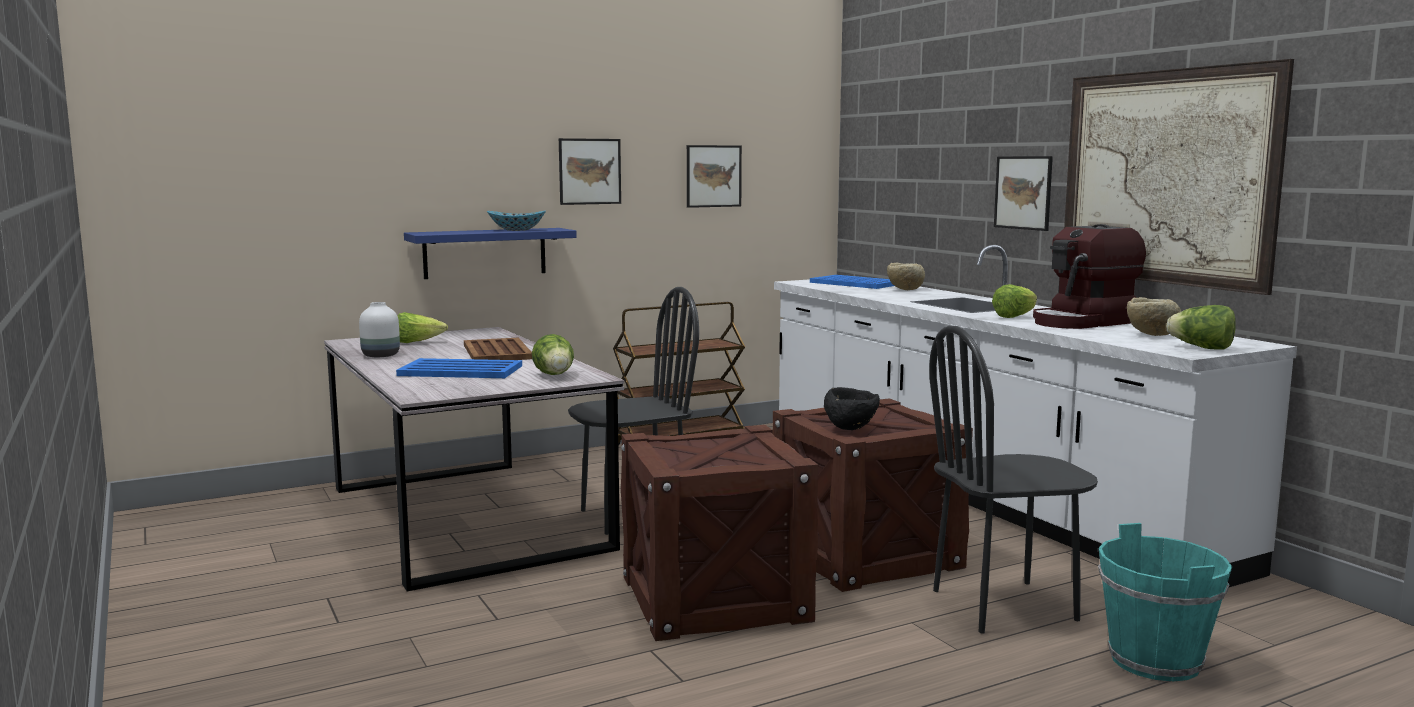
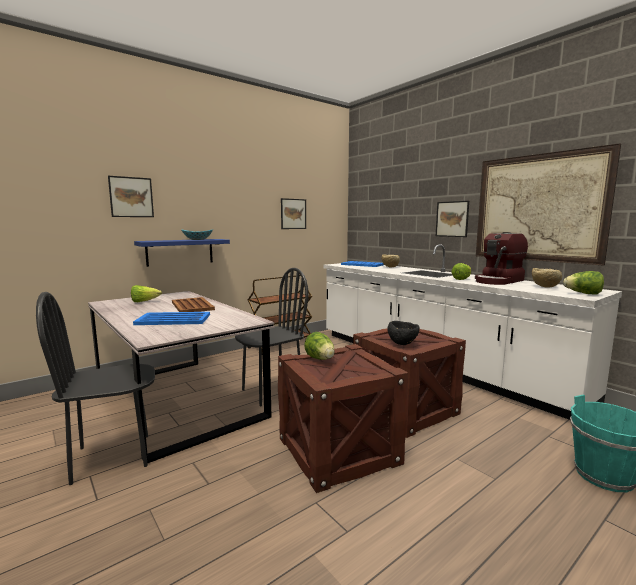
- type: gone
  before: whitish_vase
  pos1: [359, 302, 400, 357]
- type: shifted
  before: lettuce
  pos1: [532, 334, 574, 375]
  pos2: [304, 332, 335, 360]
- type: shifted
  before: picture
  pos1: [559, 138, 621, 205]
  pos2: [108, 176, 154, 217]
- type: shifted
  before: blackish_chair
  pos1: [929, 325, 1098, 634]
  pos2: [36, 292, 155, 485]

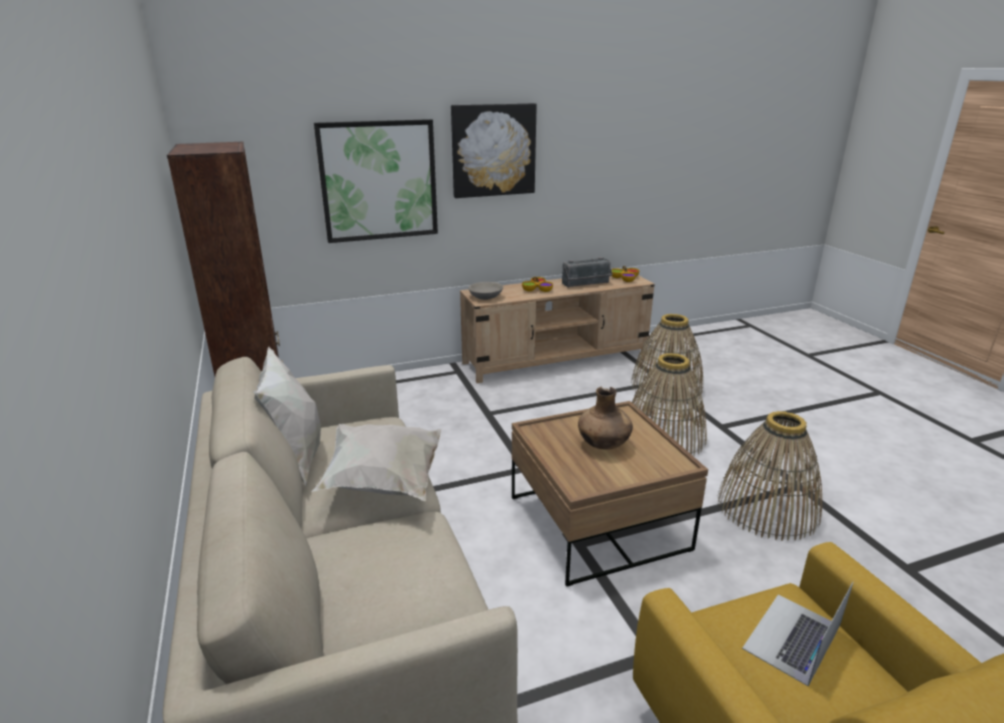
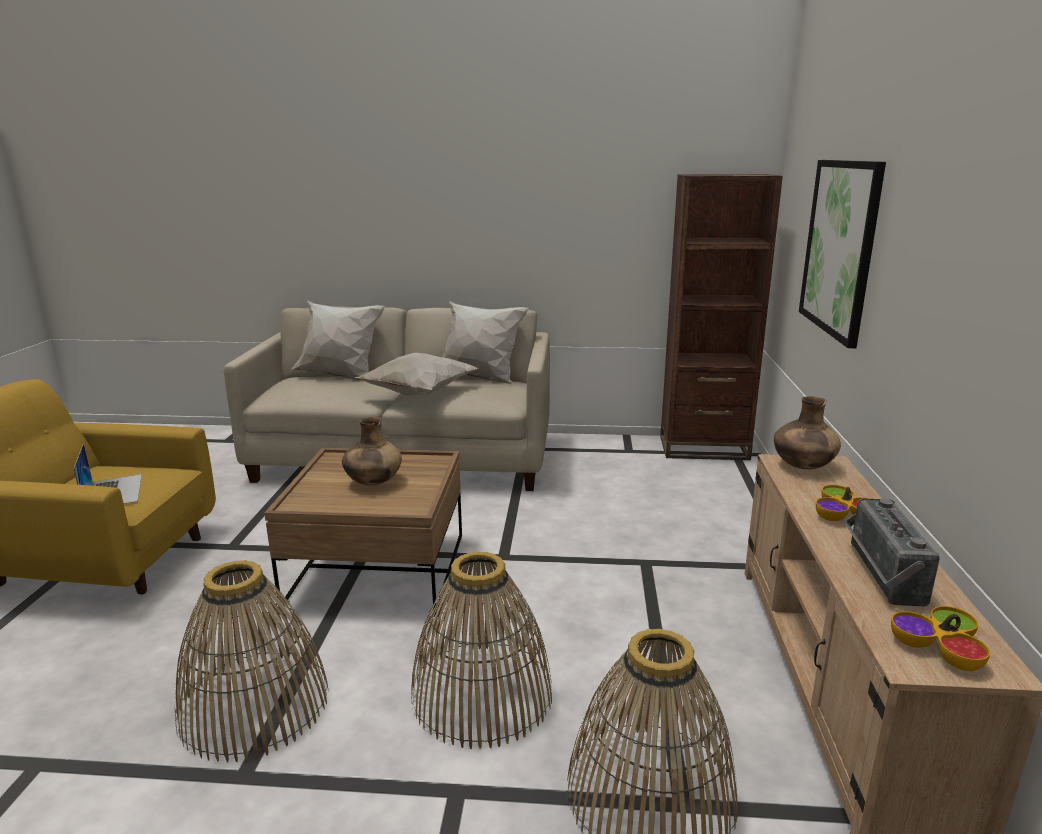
- type: gone
  before: picture
  pos1: [451, 103, 537, 198]
- type: swapped
  before: gray_deep_dish
  after: brown-coloured_vase
  pos1: [468, 282, 504, 300]
  pos2: [774, 396, 841, 469]
- type: new
  after: whitish_cushion
  pos2: [291, 300, 385, 381]

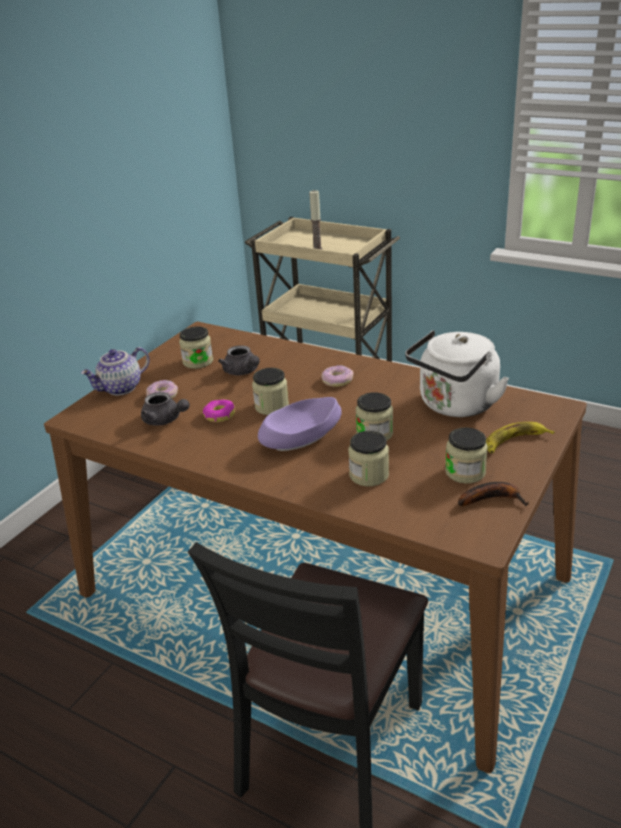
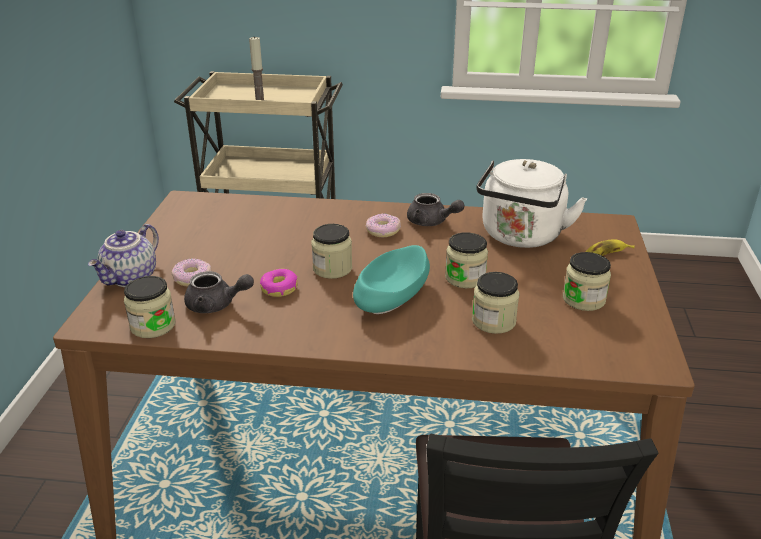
- type: shifted
  before: storage_jar
  pos1: [179, 326, 213, 369]
  pos2: [124, 276, 175, 338]
- type: shifted
  before: gray_pot_for_tea
  pos1: [218, 345, 260, 375]
  pos2: [407, 193, 465, 226]
- type: repainted
  before: purplish_deep_dish
  after: blue-green_deep_dish
  pos1: [258, 397, 342, 451]
  pos2: [353, 245, 430, 314]
- type: gone
  before: whole_banana
  pos1: [458, 482, 529, 506]

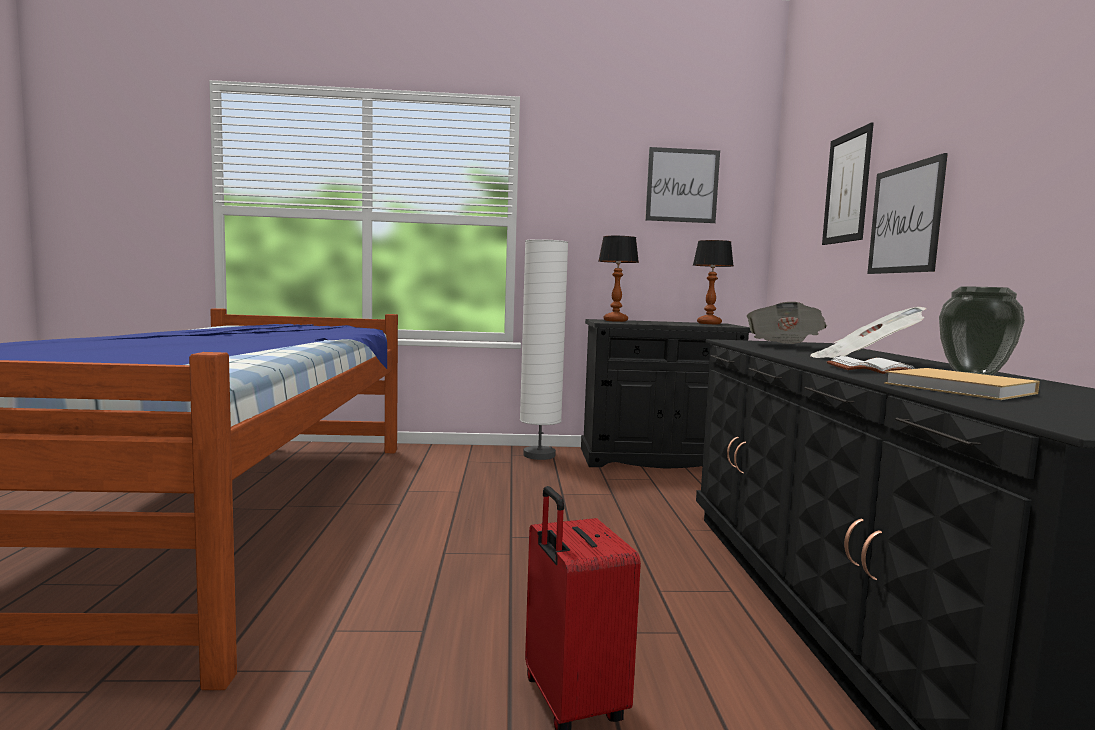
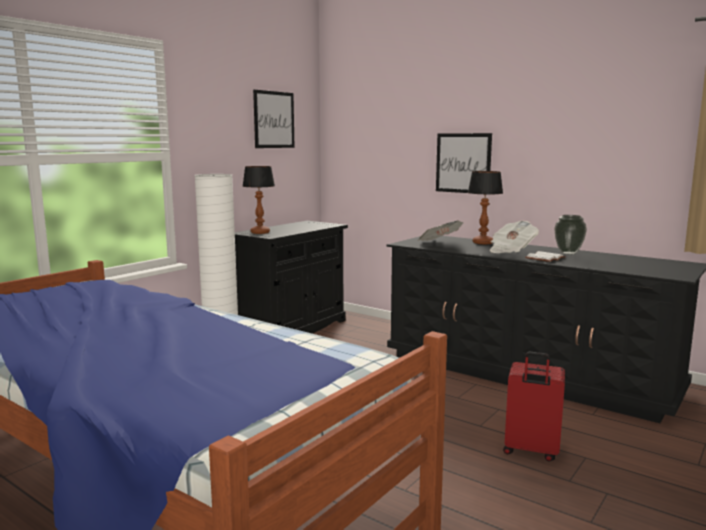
- type: shifted
  before: tabletop_lamp
  pos1: [693, 240, 733, 324]
  pos2: [468, 171, 503, 244]
- type: gone
  before: picture
  pos1: [822, 122, 874, 245]
- type: gone
  before: beige_bound_book
  pos1: [884, 368, 1040, 400]

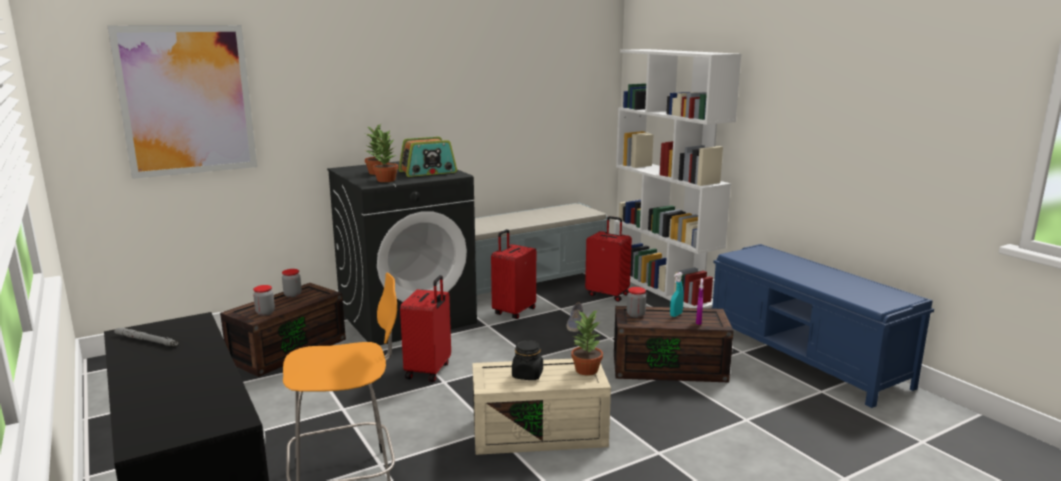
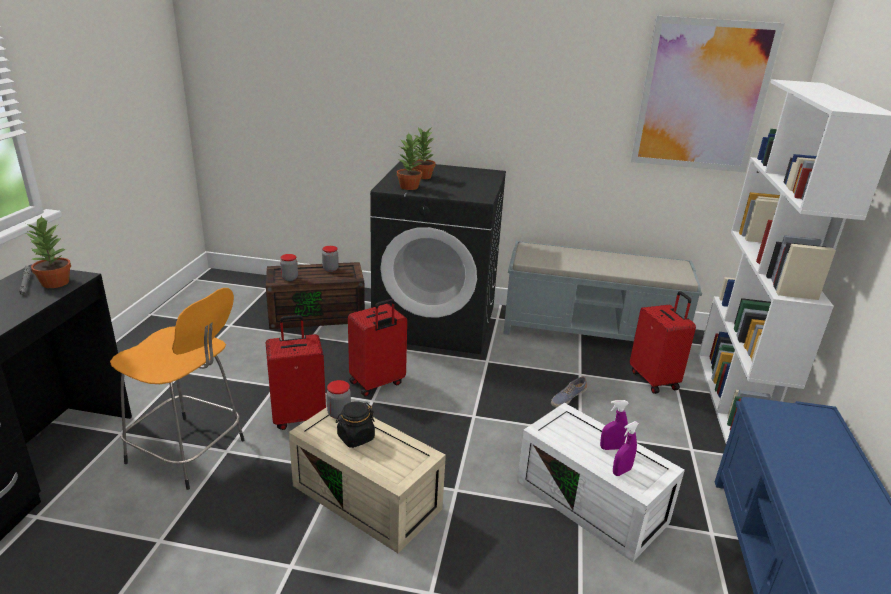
- type: shifted
  before: picture
  pos1: [107, 25, 257, 179]
  pos2: [631, 16, 785, 173]
- type: gone
  before: radio
  pos1: [398, 137, 457, 177]
- type: shifted
  before: red-coloured_suitcase
  pos1: [491, 229, 536, 319]
  pos2: [266, 315, 326, 430]
- type: shifted
  before: houseplant
  pos1: [571, 310, 603, 375]
  pos2: [26, 215, 71, 288]
- type: repainted
  before: brown-coloured_storage_container
  after: whitish_storage_container
  pos1: [614, 306, 734, 382]
  pos2: [517, 403, 685, 562]
- type: shifted
  before: storage_jar
  pos1: [627, 287, 646, 318]
  pos2: [326, 380, 351, 419]
- type: repainted
  before: blue-green_hand_sprayer
  after: purplish_hand_sprayer
  pos1: [670, 272, 684, 317]
  pos2: [600, 400, 629, 450]

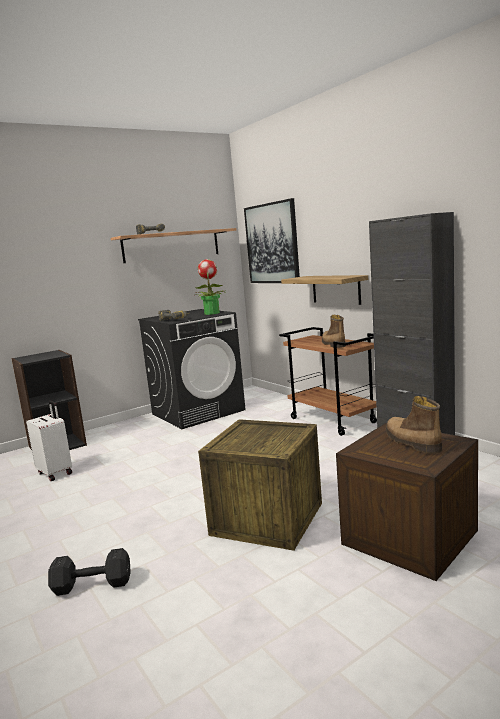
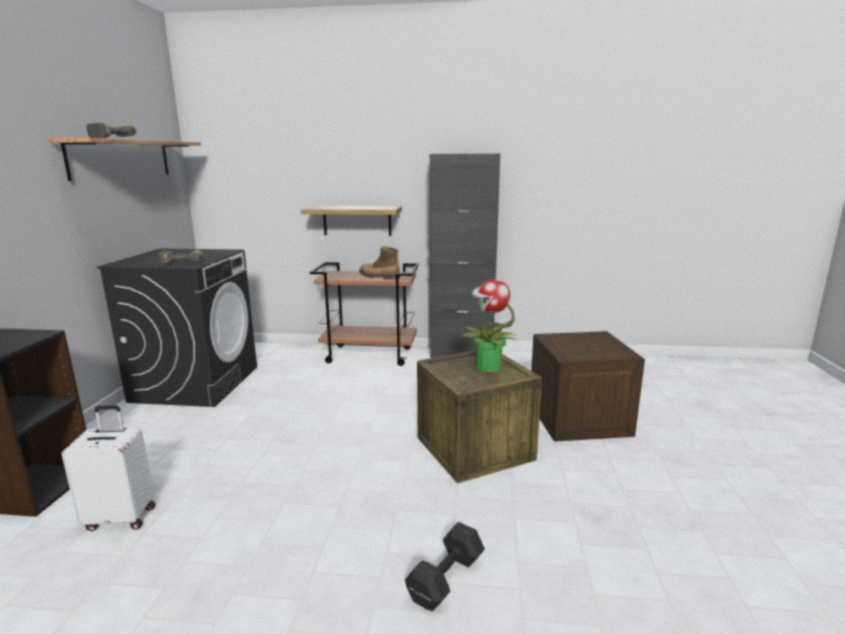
- type: shifted
  before: houseplant
  pos1: [195, 259, 226, 315]
  pos2: [459, 279, 517, 372]
- type: gone
  before: picture
  pos1: [244, 198, 300, 283]
- type: gone
  before: tall_boot
  pos1: [386, 396, 442, 454]

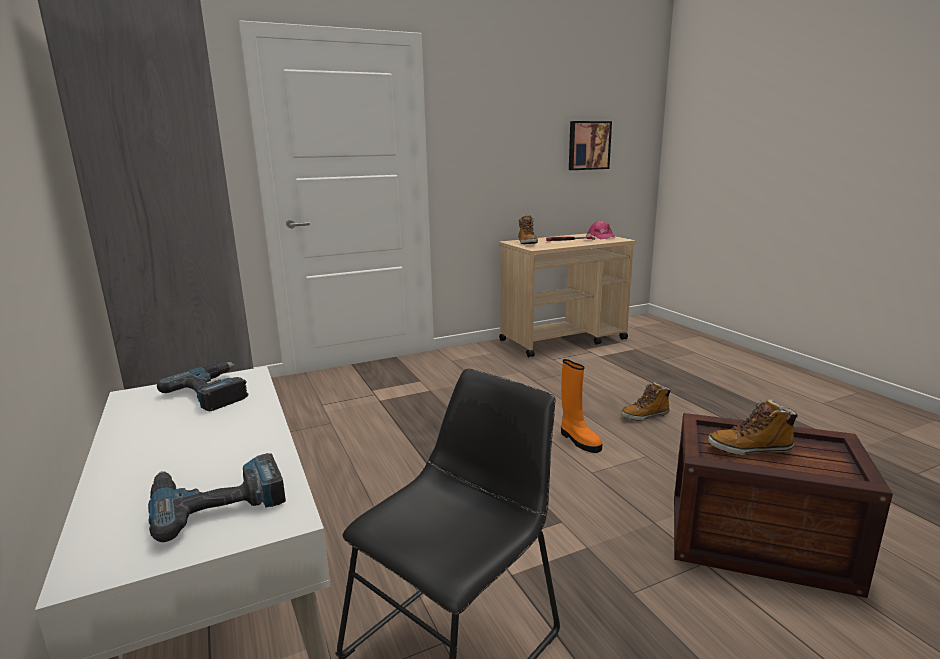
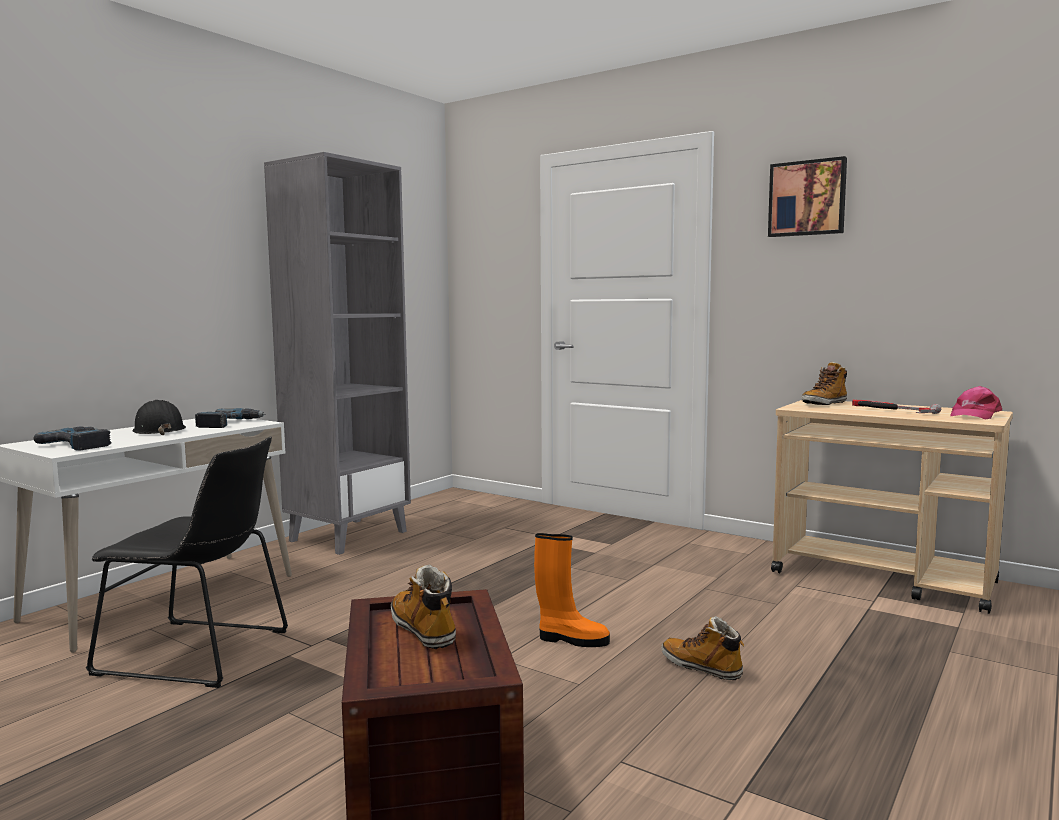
- type: rotated
  before: orange_tall_boot
  pos1: [561, 359, 602, 453]
  pos2: [534, 533, 610, 647]
  turn: -105
- type: shifted
  before: picture
  pos1: [569, 121, 612, 170]
  pos2: [768, 156, 847, 237]
- type: new
  after: blackish_safety_helmet
  pos2: [133, 400, 186, 435]

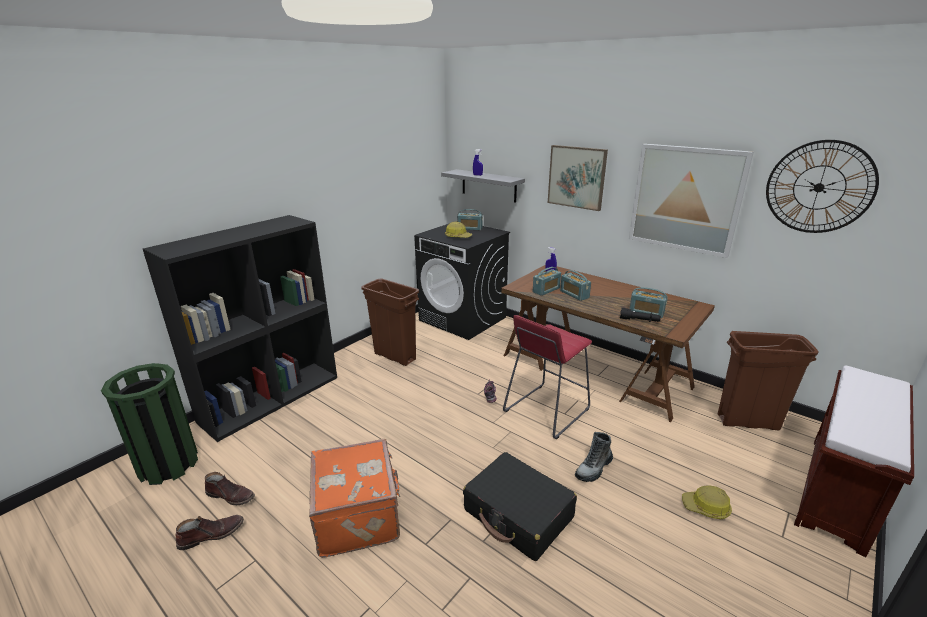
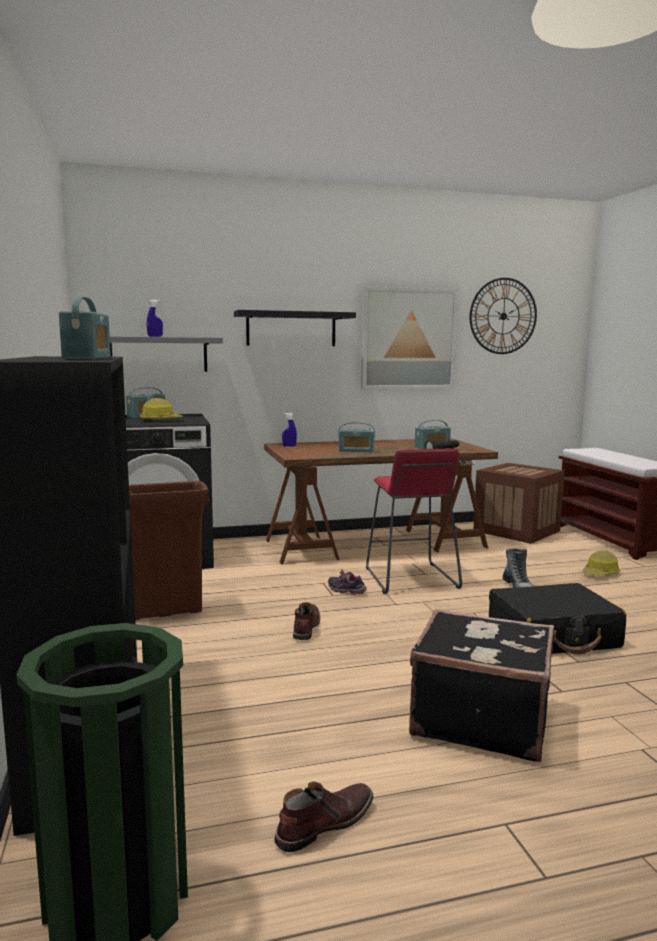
- type: shifted
  before: brown-coloured_tall_boot
  pos1: [176, 515, 244, 550]
  pos2: [293, 602, 320, 640]
- type: repainted
  before: orange_suitcase
  after: blackish_suitcase
  pos1: [309, 439, 400, 558]
  pos2: [409, 609, 554, 762]
- type: shifted
  before: radio
  pos1: [533, 267, 561, 296]
  pos2: [59, 297, 111, 359]
- type: swapped
  before: picture
  after: blackish_shelf
  pos1: [548, 145, 608, 211]
  pos2: [234, 310, 356, 346]
- type: swapped
  before: brown-coloured_trash_can
  after: shipping_crate
  pos1: [718, 331, 819, 430]
  pos2: [474, 463, 564, 544]

